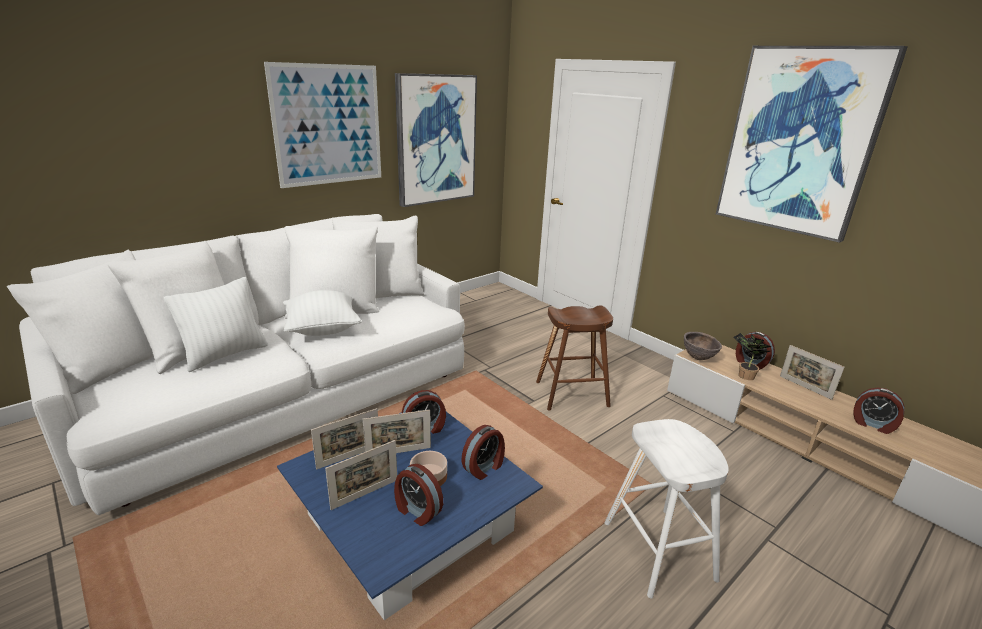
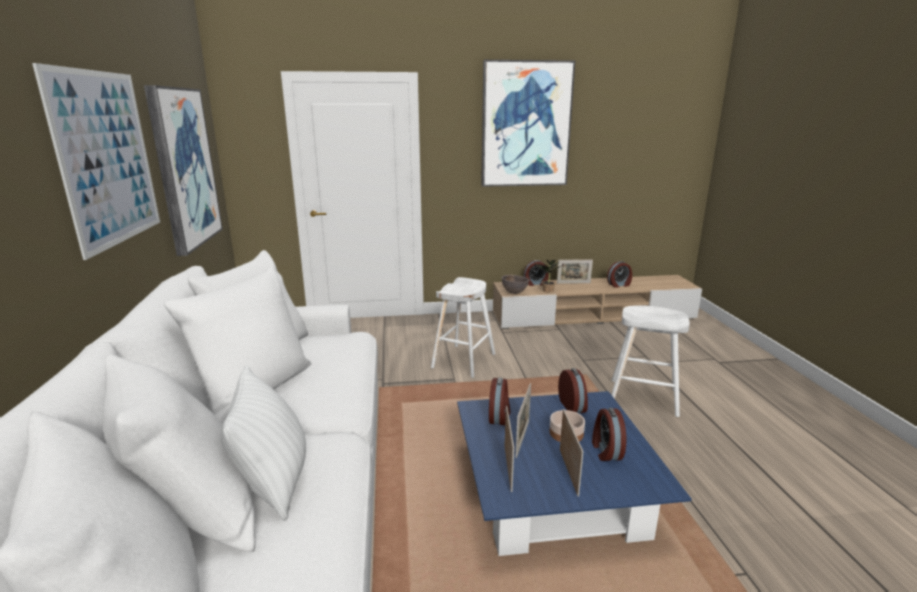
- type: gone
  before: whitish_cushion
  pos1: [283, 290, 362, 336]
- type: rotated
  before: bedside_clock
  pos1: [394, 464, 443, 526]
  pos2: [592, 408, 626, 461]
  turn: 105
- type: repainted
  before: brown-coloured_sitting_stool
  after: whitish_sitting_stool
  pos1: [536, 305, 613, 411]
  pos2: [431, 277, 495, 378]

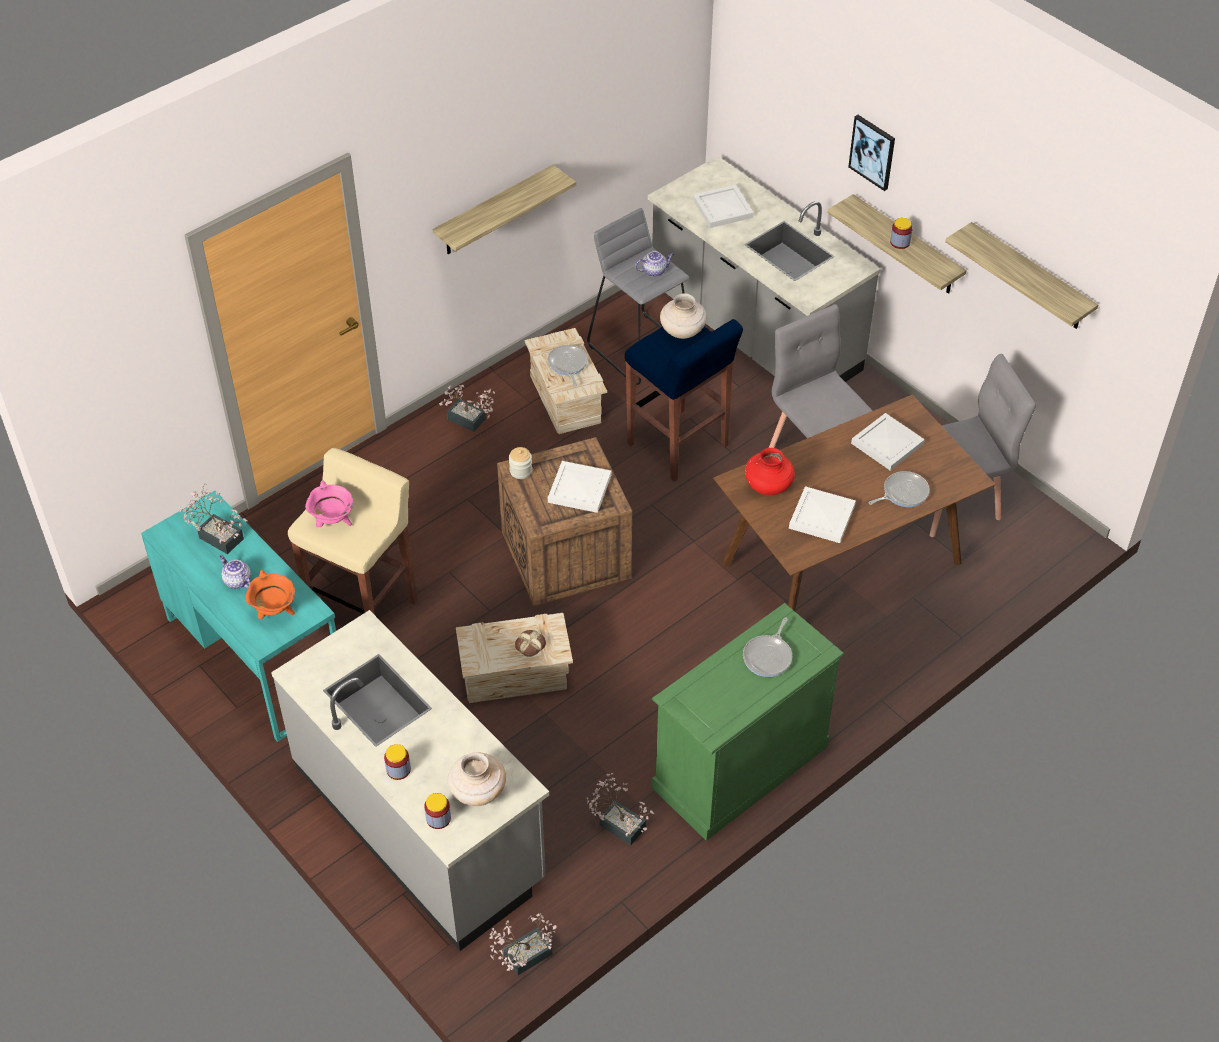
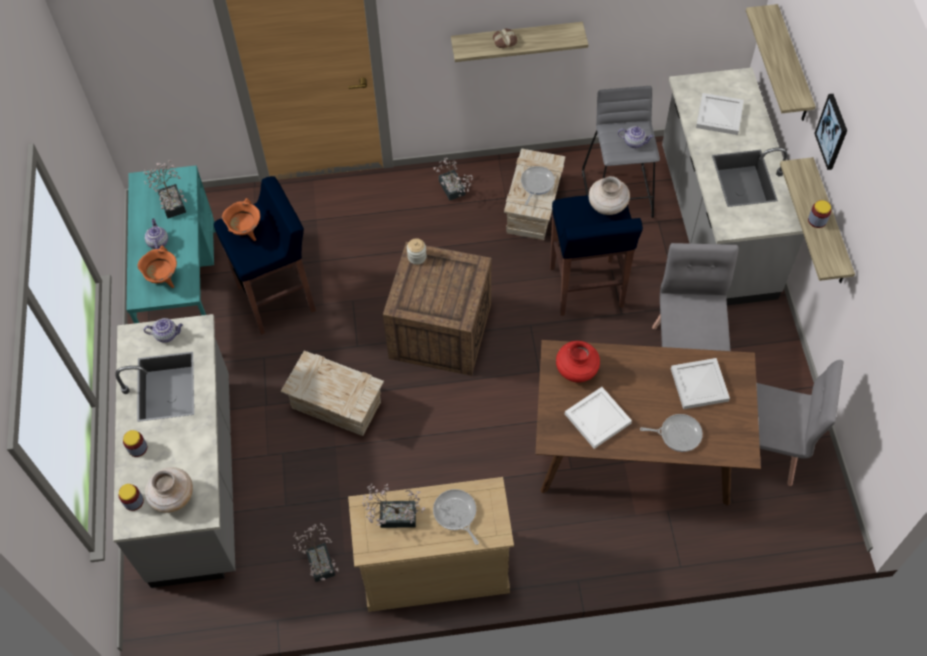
- type: repainted
  before: beige_sitting_stool
  after: bluish_sitting_stool
  pos1: [288, 448, 418, 616]
  pos2: [214, 176, 316, 335]
- type: repainted
  before: pink_saucepot
  after: orange_saucepot
  pos1: [305, 481, 353, 528]
  pos2: [222, 198, 260, 241]
- type: shifted
  before: houseplant
  pos1: [489, 913, 556, 975]
  pos2: [363, 484, 425, 528]
- type: shifted
  before: baked_bread
  pos1: [515, 630, 546, 657]
  pos2: [493, 29, 517, 48]
- type: gone
  before: whitish_carrying_tray
  pos1: [548, 461, 611, 513]
- type: repainted
  before: greenish_drawer_chest
  after: beige_drawer_chest
  pos1: [651, 603, 844, 841]
  pos2: [348, 477, 514, 612]
- type: rotated
  before: pan
  pos1: [743, 617, 792, 677]
  pos2: [433, 489, 479, 545]
  turn: 90
- type: shifted
  before: shelf
  pos1: [945, 222, 1098, 329]
  pos2: [746, 4, 816, 121]
- type: new
  after: pot_for_tea
  pos2: [144, 318, 183, 343]

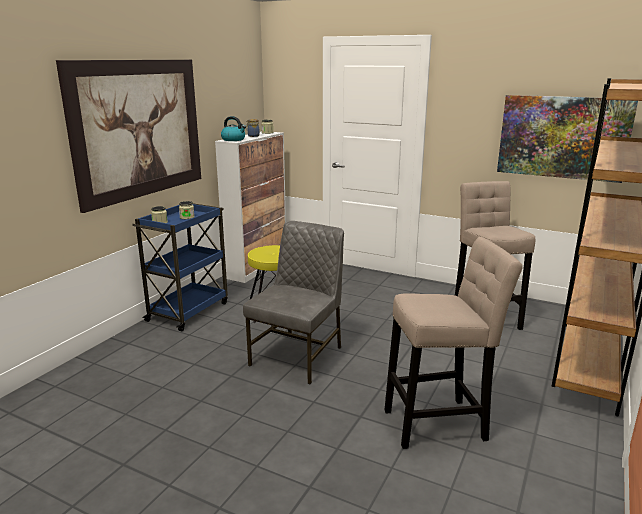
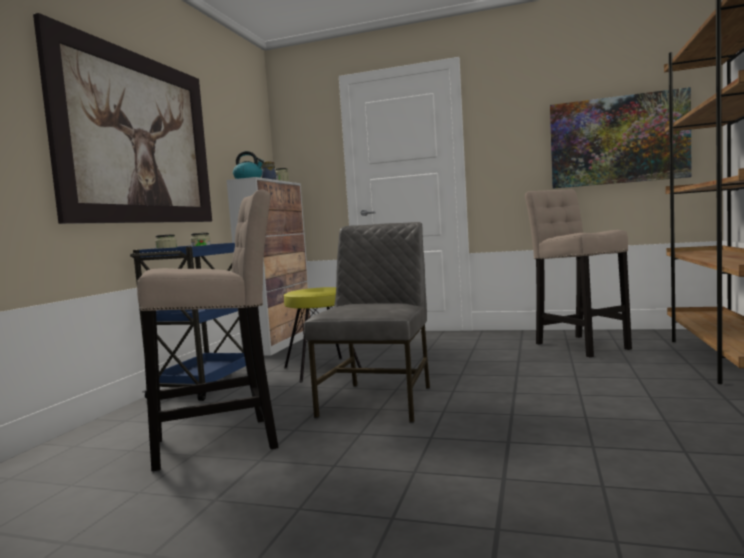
- type: shifted
  before: beige_sitting_stool
  pos1: [384, 237, 523, 449]
  pos2: [137, 190, 279, 471]

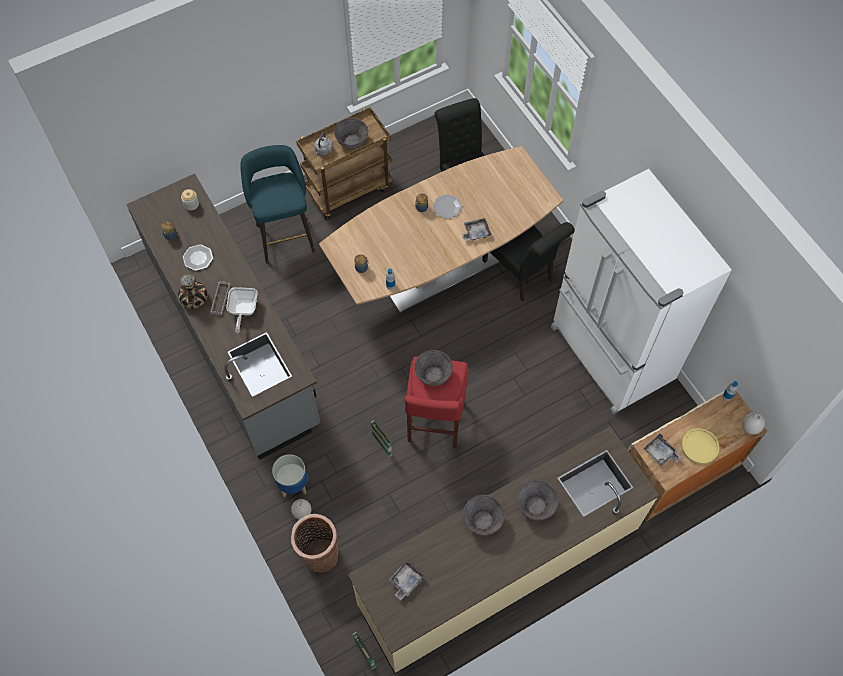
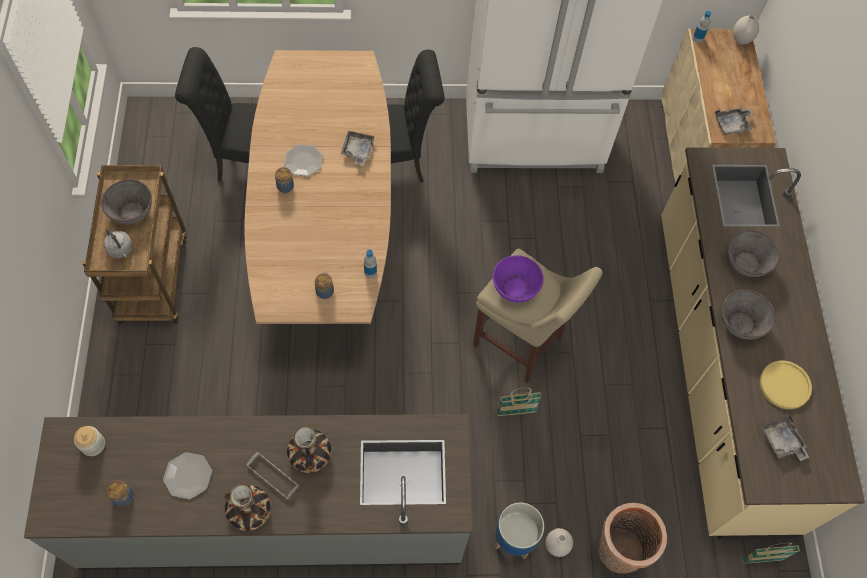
- type: swapped
  before: pan
  after: vase
  pos1: [226, 287, 257, 333]
  pos2: [287, 424, 331, 473]
- type: gone
  before: blue-green_sitting_stool
  pos1: [240, 145, 315, 264]
- type: repainted
  before: red-coloured_sitting_stool
  after: beige_sitting_stool
  pos1: [404, 356, 468, 448]
  pos2: [473, 249, 602, 383]
- type: repainted
  before: gray_deep_dish
  after: purplish_deep_dish
  pos1: [414, 350, 453, 386]
  pos2: [493, 255, 544, 303]
- type: shifted
  before: yellowish_flat_dish
  pos1: [681, 428, 719, 464]
  pos2: [760, 360, 812, 409]

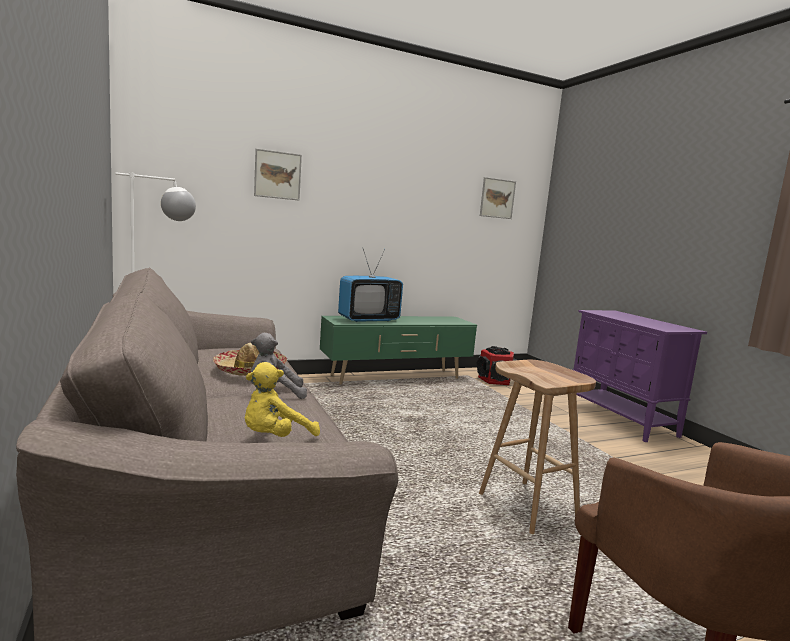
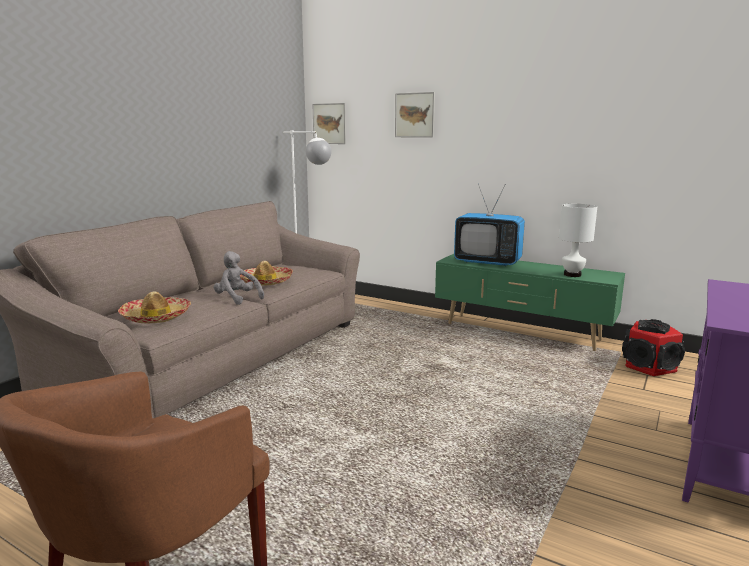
- type: swapped
  before: yellowish_plush_toy
  after: clothing_hat
  pos1: [245, 362, 320, 437]
  pos2: [118, 291, 191, 323]
- type: gone
  before: brown-coloured_sitting_stool
  pos1: [479, 360, 596, 534]
- type: shifted
  before: picture
  pos1: [480, 177, 516, 219]
  pos2: [312, 103, 346, 144]
- type: new
  after: whitish_tabletop_lamp
  pos2: [559, 204, 597, 277]

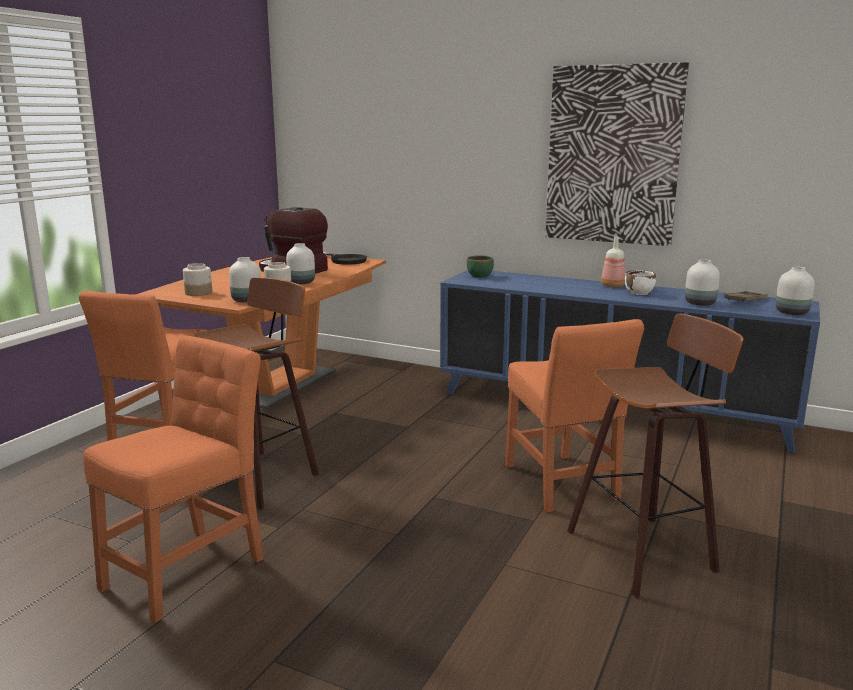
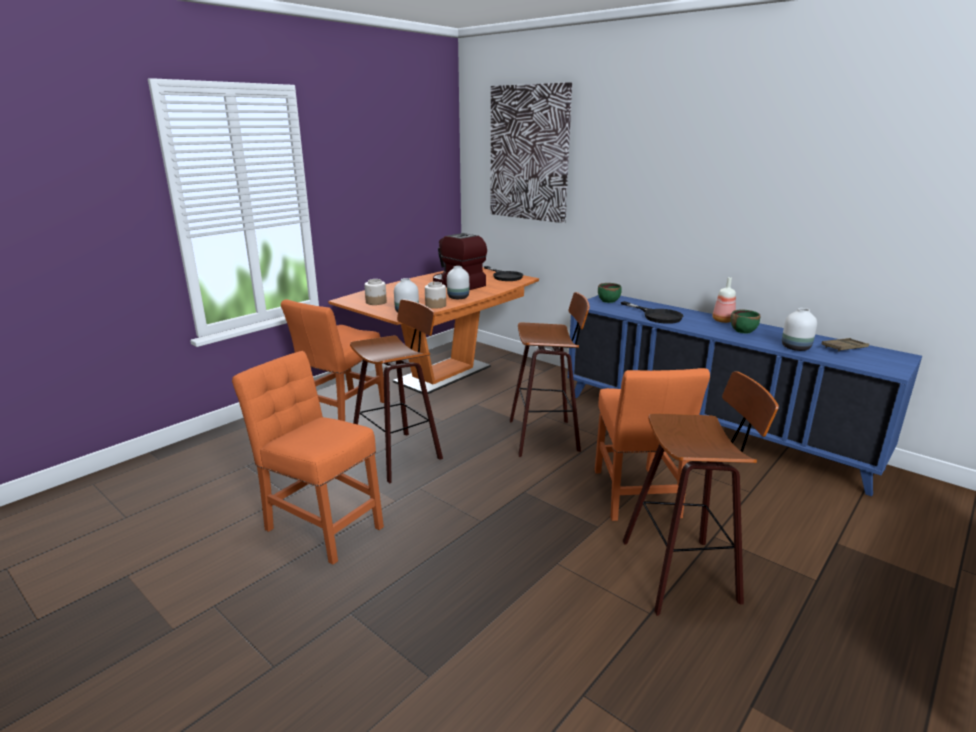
- type: rotated
  before: orange_chair
  pos1: [83, 335, 263, 623]
  pos2: [232, 351, 384, 565]
  turn: -105
- type: shifted
  before: picture
  pos1: [545, 62, 689, 246]
  pos2: [491, 82, 572, 223]
- type: repainted
  before: whitish_deep_dish
  after: greenish_deep_dish
  pos1: [625, 270, 656, 295]
  pos2: [731, 310, 760, 333]
- type: gone
  before: whitish_vase
  pos1: [776, 267, 815, 315]
- type: new
  after: sitting_stool
  pos2: [510, 292, 590, 457]
- type: new
  after: blackish_pan
  pos2: [621, 301, 683, 324]

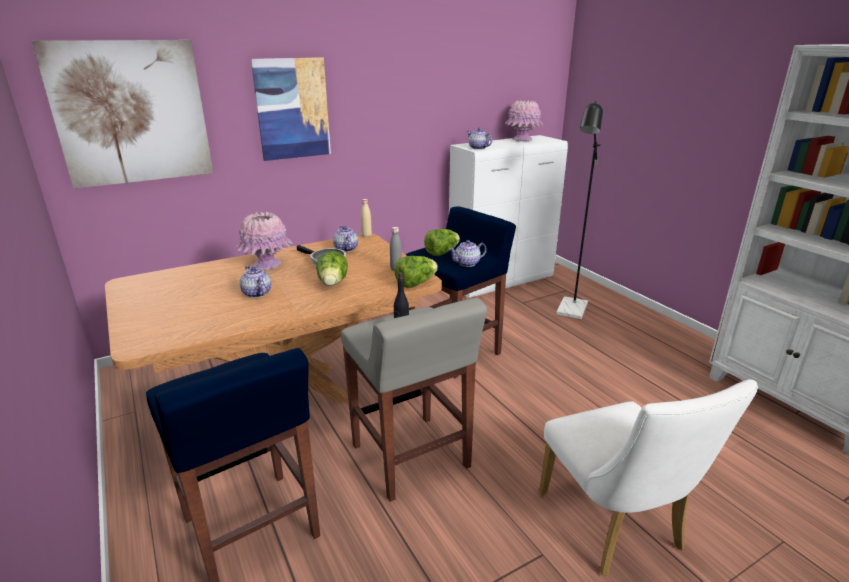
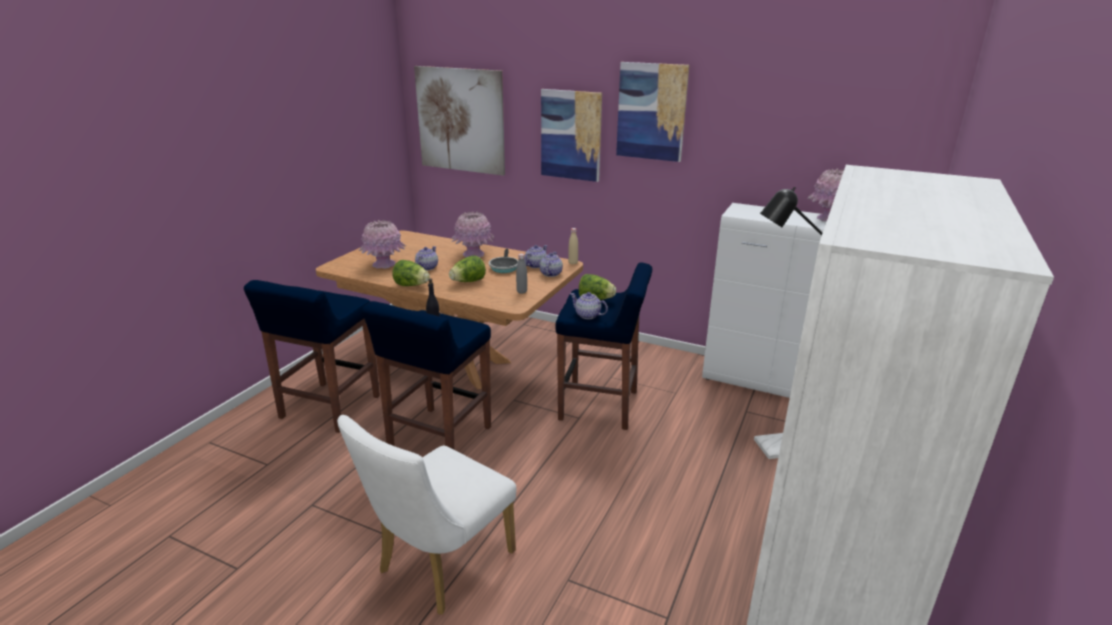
- type: repainted
  before: gray_sitting_stool
  after: bluish_sitting_stool
  pos1: [341, 298, 487, 502]
  pos2: [362, 301, 491, 449]
- type: shifted
  before: lettuce
  pos1: [394, 256, 438, 288]
  pos2: [392, 260, 430, 286]
- type: shifted
  before: pot_for_tea
  pos1: [467, 128, 492, 150]
  pos2: [539, 252, 563, 277]
- type: new
  after: pink_vase
  pos2: [359, 220, 406, 269]
- type: new
  after: picture
  pos2: [616, 62, 689, 162]

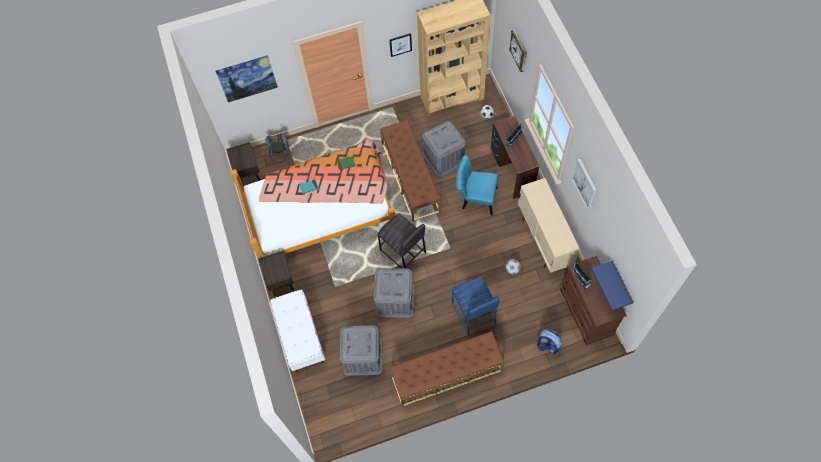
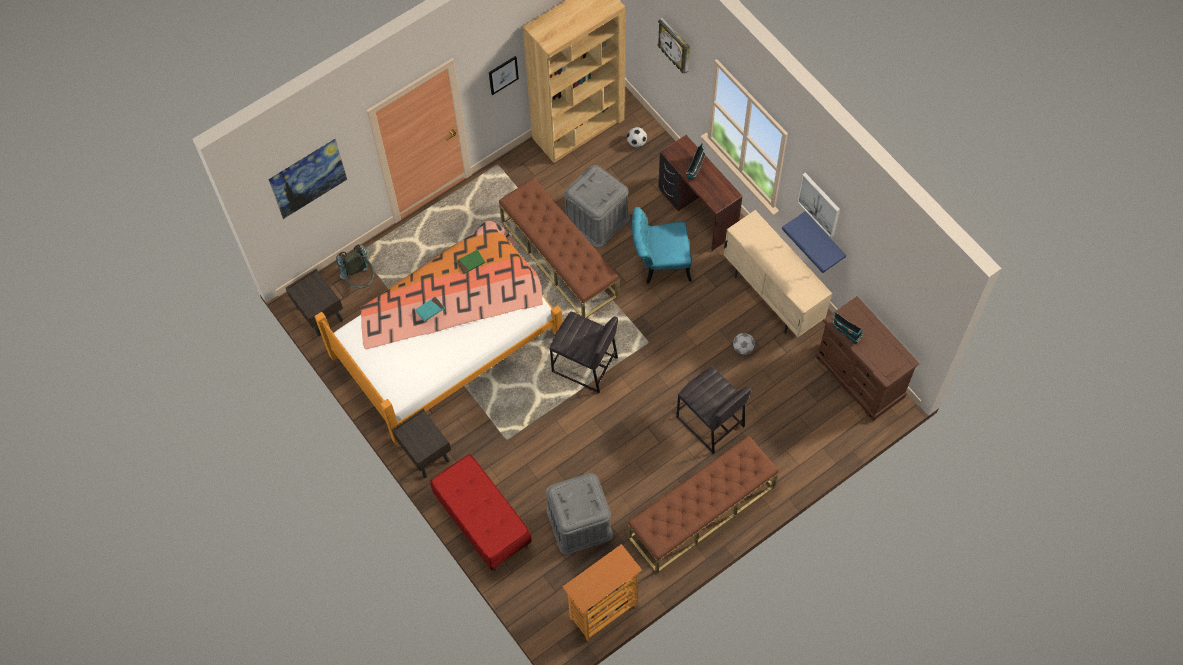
- type: repainted
  before: whitish_long_seat
  after: red-coloured_long_seat
  pos1: [270, 289, 325, 372]
  pos2: [430, 454, 532, 571]
- type: gone
  before: gray_storage_container
  pos1: [374, 268, 414, 318]
- type: repainted
  before: bluish_sitting_stool
  after: gray_sitting_stool
  pos1: [452, 276, 500, 336]
  pos2: [676, 366, 752, 454]
- type: gone
  before: rucksack
  pos1: [537, 329, 562, 355]
- type: shifted
  before: bluish_shelf
  pos1: [592, 261, 634, 311]
  pos2: [782, 211, 846, 273]
- type: new
  after: shelving_unit
  pos2: [563, 544, 642, 642]

